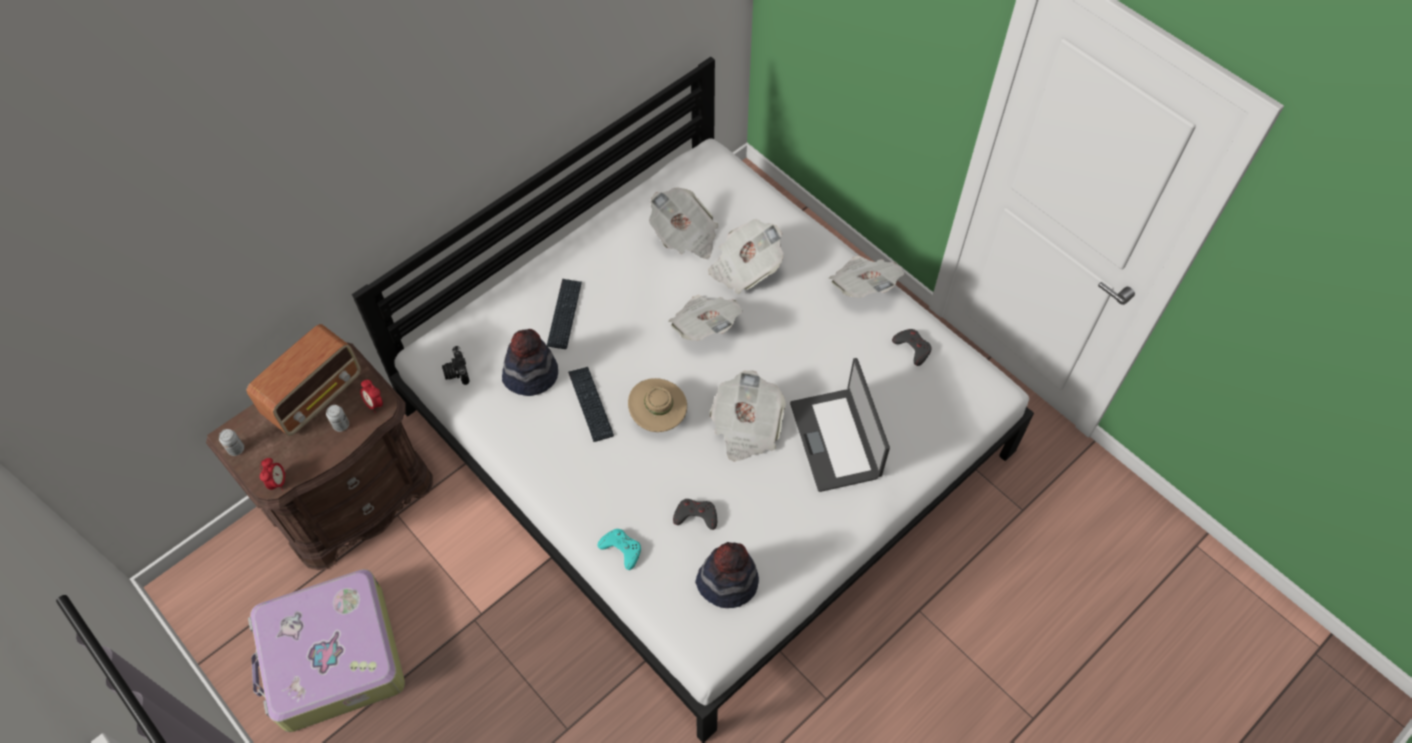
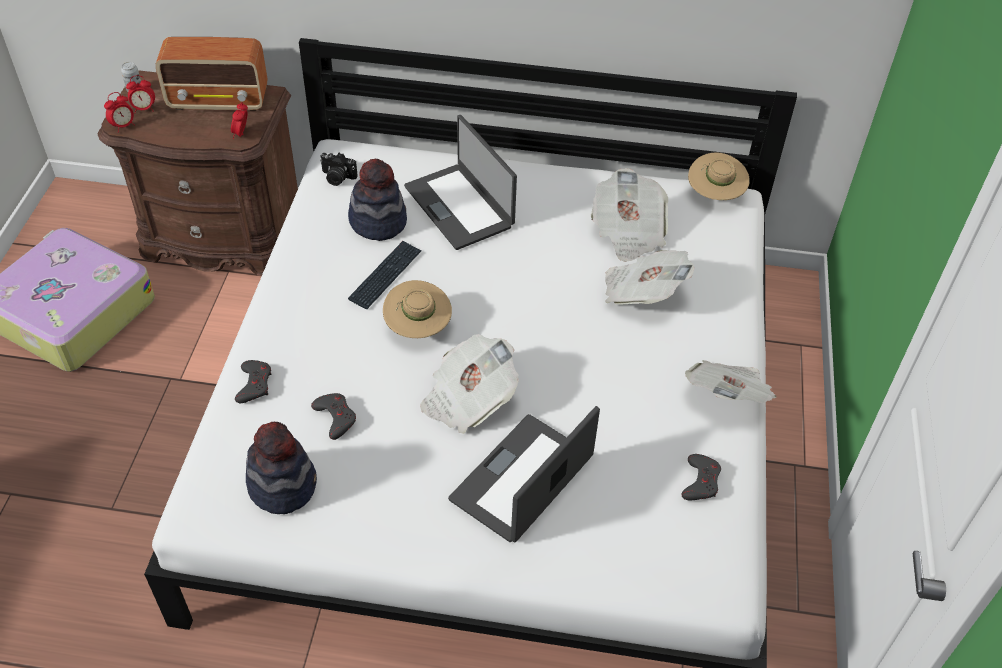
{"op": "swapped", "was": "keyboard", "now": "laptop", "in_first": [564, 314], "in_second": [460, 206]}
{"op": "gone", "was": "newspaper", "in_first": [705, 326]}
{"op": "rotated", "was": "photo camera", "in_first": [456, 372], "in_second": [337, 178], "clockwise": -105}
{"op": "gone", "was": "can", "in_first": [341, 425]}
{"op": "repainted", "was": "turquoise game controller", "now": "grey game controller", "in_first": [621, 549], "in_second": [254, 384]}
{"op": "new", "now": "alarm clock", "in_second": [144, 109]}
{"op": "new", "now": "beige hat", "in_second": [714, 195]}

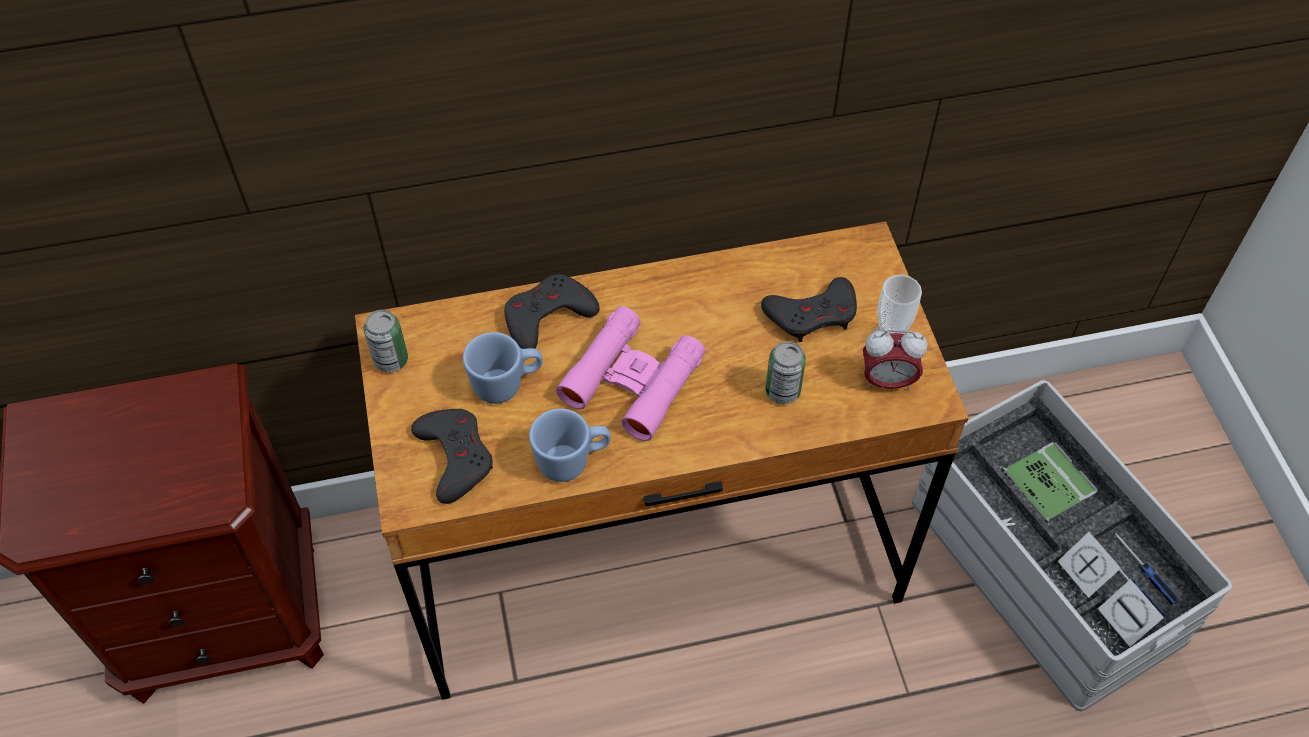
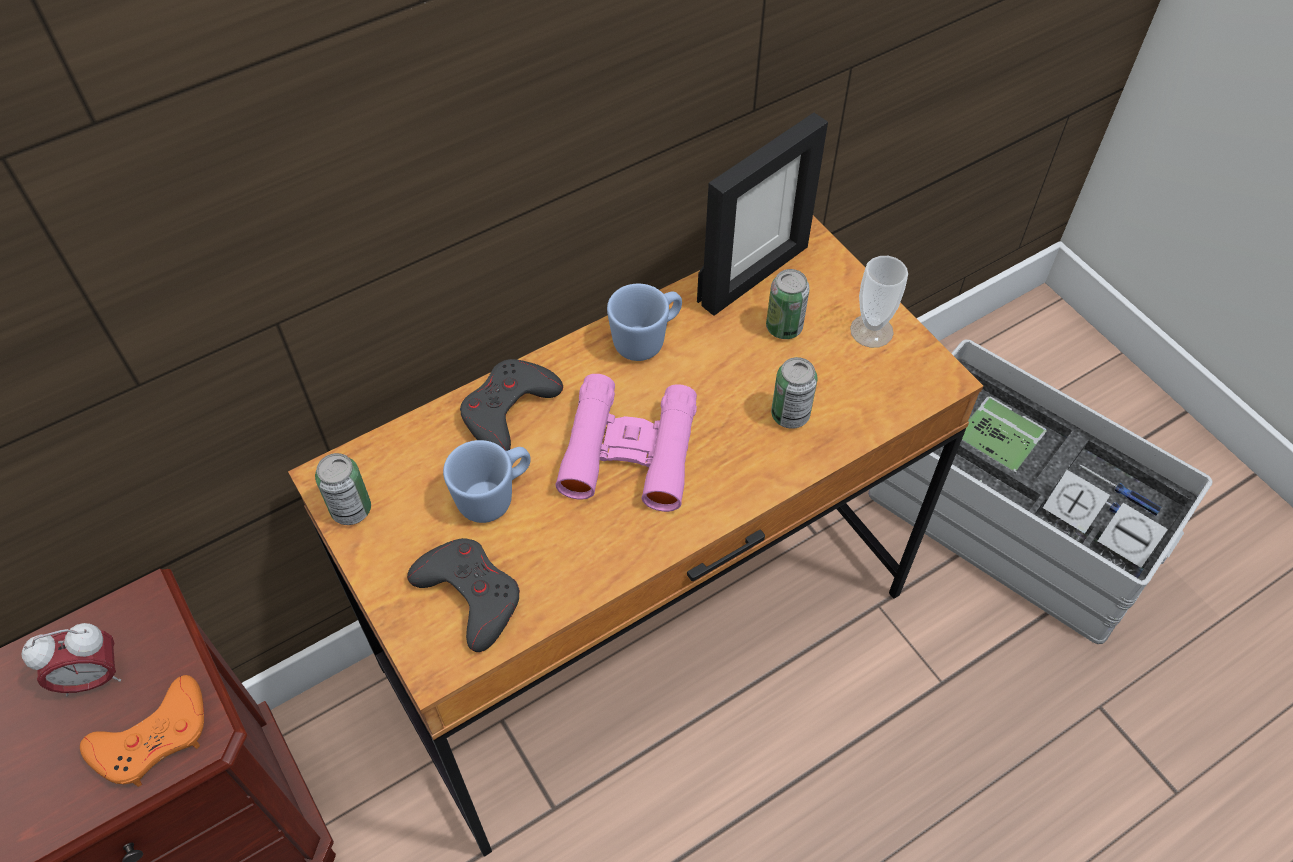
{"op": "swapped", "was": "grey game controller", "now": "can", "in_first": [812, 314], "in_second": [784, 327]}
{"op": "shifted", "was": "alarm clock", "in_first": [887, 381], "in_second": [93, 678]}
{"op": "shifted", "was": "blue mug", "in_first": [572, 461], "in_second": [647, 340]}
{"op": "new", "now": "picture frame", "in_second": [753, 274]}
{"op": "new", "now": "orange game controller", "in_second": [154, 738]}

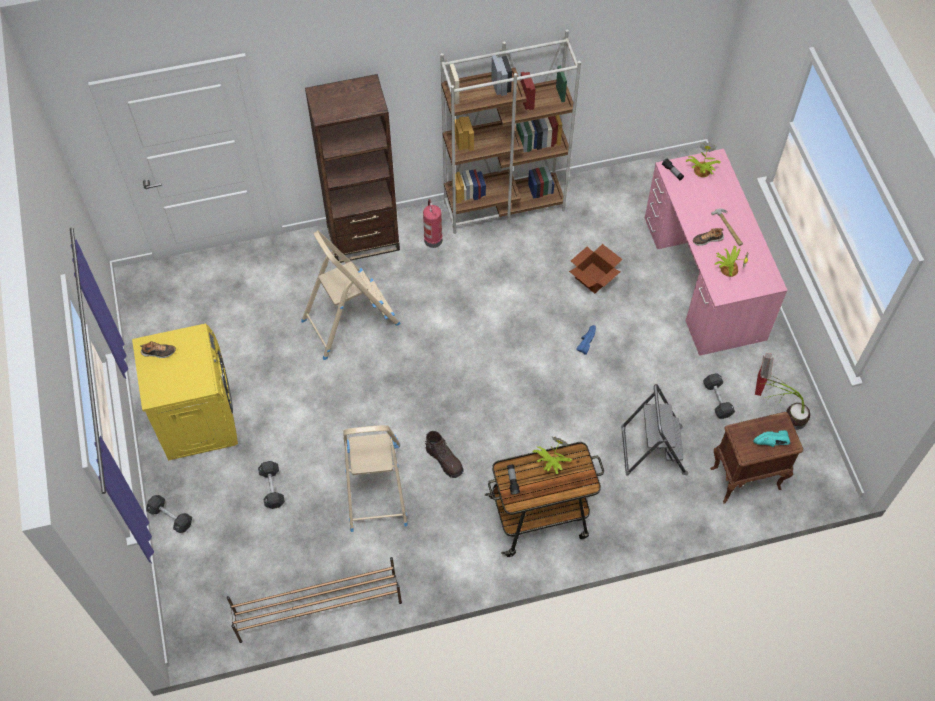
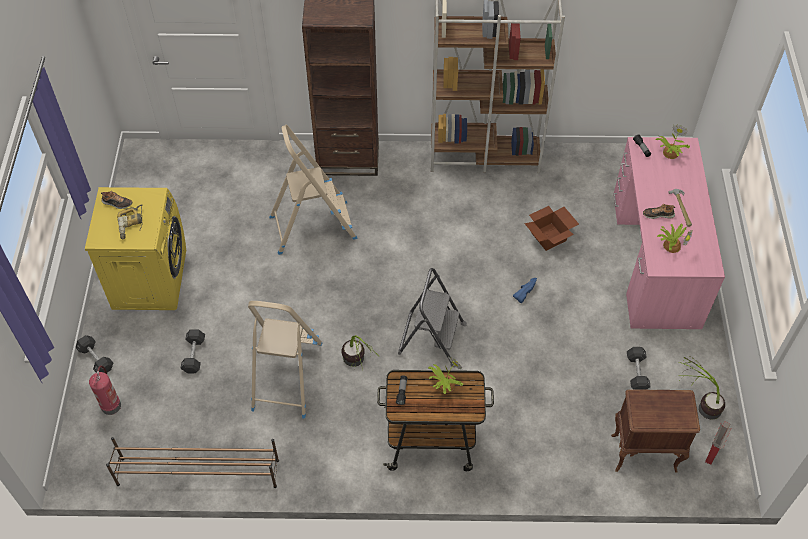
{"op": "shifted", "was": "fire extinguisher", "in_first": [432, 239], "in_second": [110, 404]}
{"op": "shifted", "was": "cardboard box", "in_first": [759, 384], "in_second": [712, 452]}
{"op": "shifted", "was": "grey step ladder", "in_first": [650, 449], "in_second": [429, 337]}
{"op": "gone", "was": "turquoise shoe", "in_first": [771, 443]}
{"op": "swapped", "was": "brown boot", "now": "potted plant", "in_first": [445, 460], "in_second": [358, 367]}
{"op": "new", "now": "power drill", "in_second": [132, 224]}

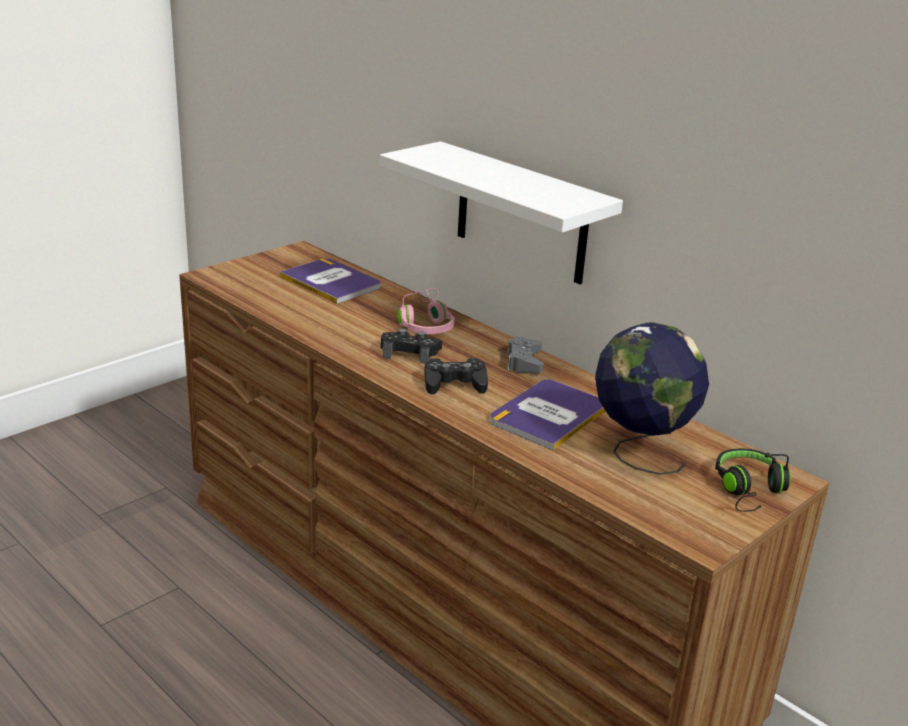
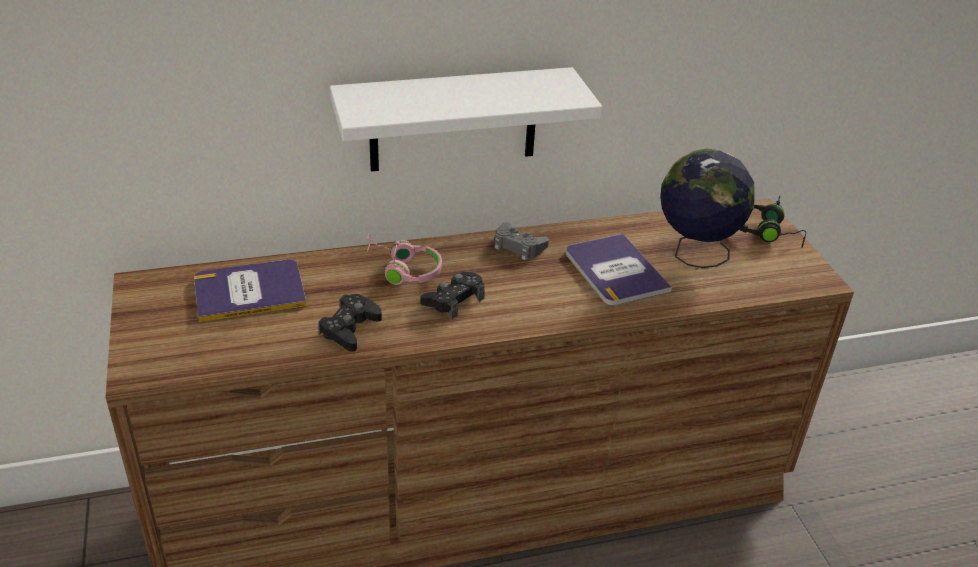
{"op": "shifted", "was": "black game controller", "in_first": [454, 384], "in_second": [350, 328]}

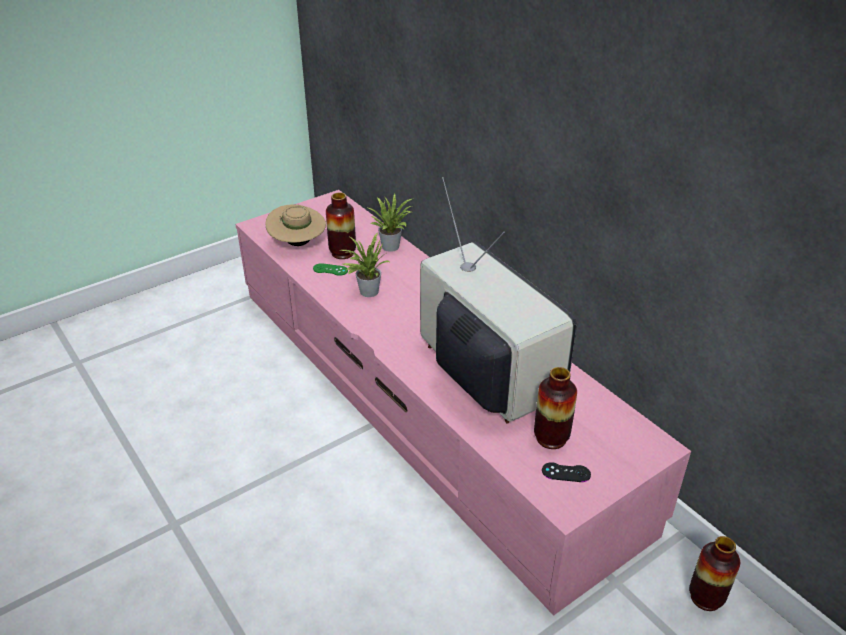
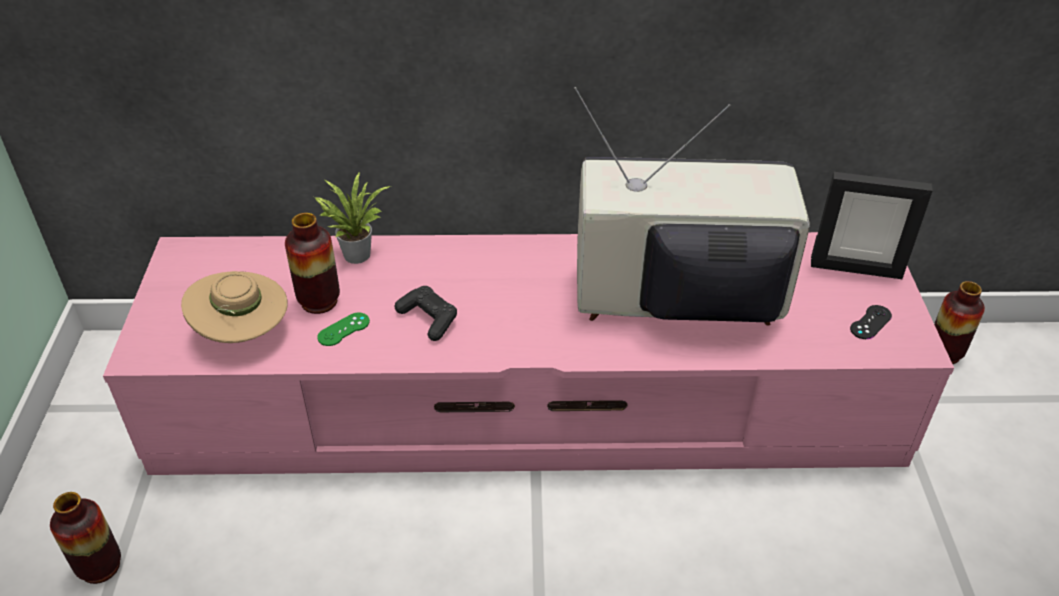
{"op": "swapped", "was": "potted plant", "now": "black game controller", "in_first": [366, 291], "in_second": [428, 319]}
{"op": "shifted", "was": "vase", "in_first": [551, 438], "in_second": [100, 567]}
{"op": "new", "now": "picture frame", "in_second": [856, 268]}

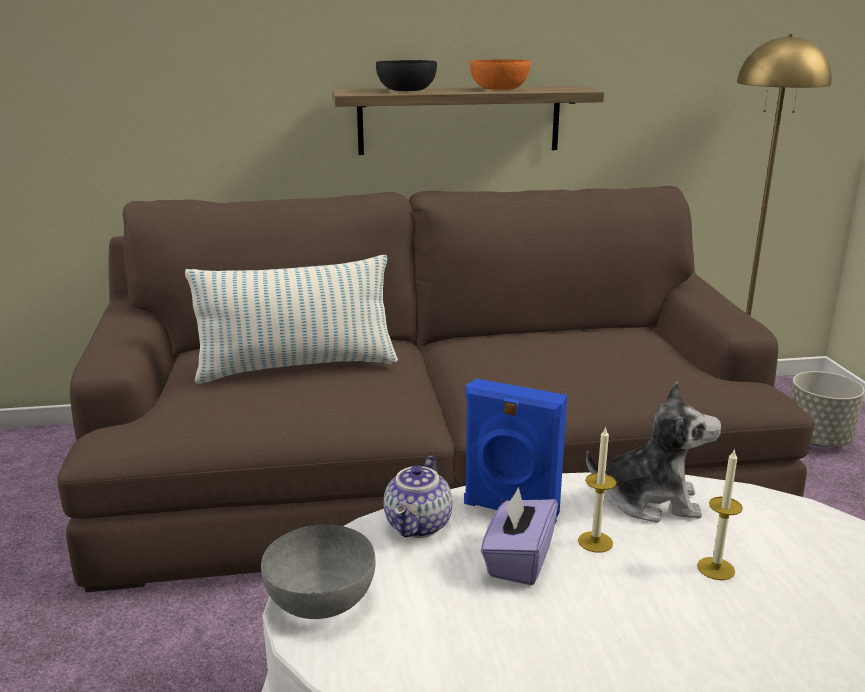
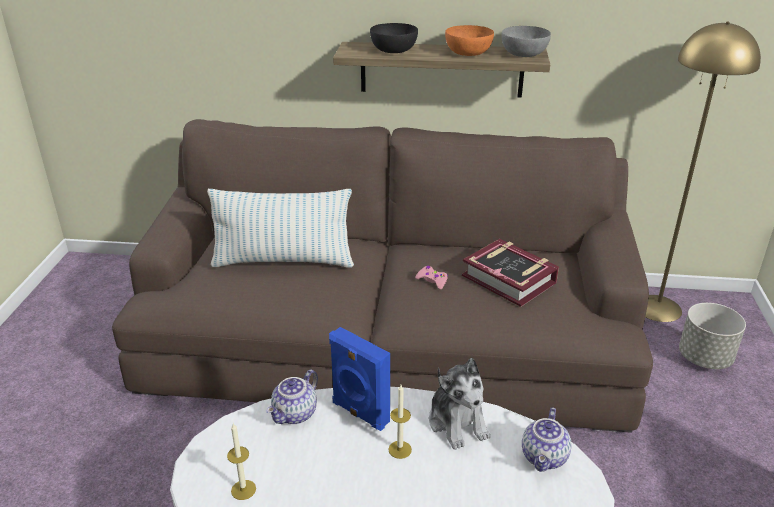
{"op": "rotated", "was": "plush toy", "in_first": [650, 500], "in_second": [457, 423], "clockwise": 45}
{"op": "shifted", "was": "candle", "in_first": [715, 568], "in_second": [243, 490]}
{"op": "gone", "was": "purple tissue box", "in_first": [518, 560]}
{"op": "shifted", "was": "grey bowl", "in_first": [322, 599], "in_second": [524, 54]}
{"op": "new", "now": "book", "in_second": [509, 279]}
{"op": "new", "now": "pink game controller", "in_second": [432, 280]}
{"op": "new", "now": "teapot", "in_second": [545, 458]}

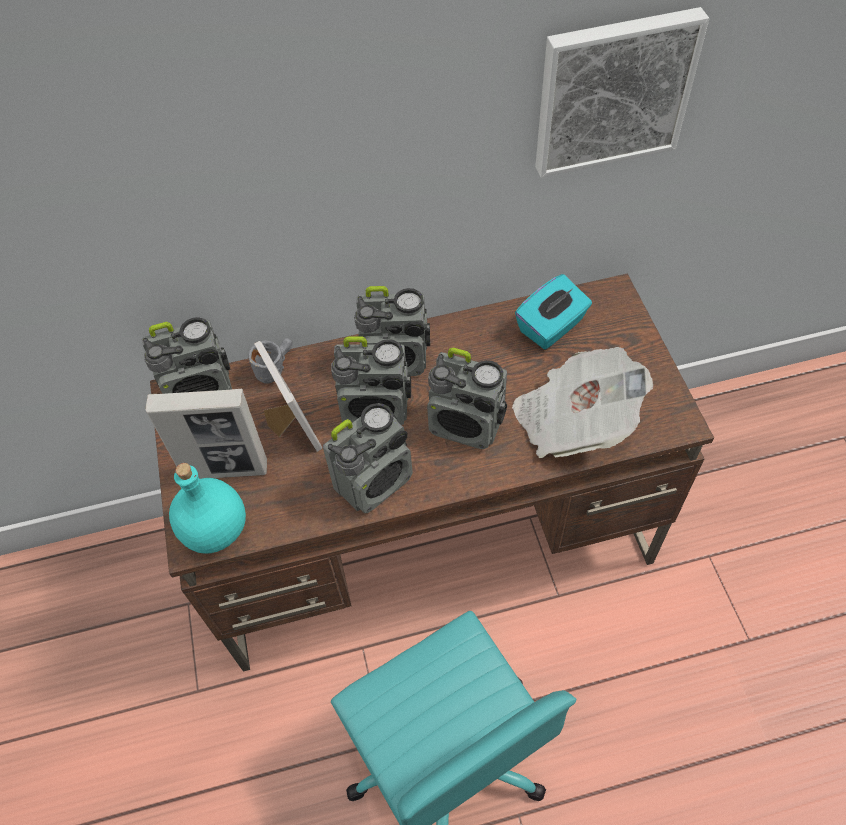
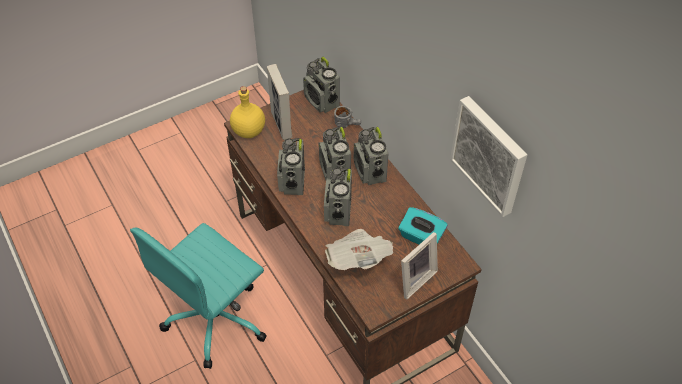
{"op": "shifted", "was": "picture frame", "in_first": [290, 428], "in_second": [414, 279]}
{"op": "rotated", "was": "radio", "in_first": [375, 481], "in_second": [292, 182], "clockwise": 60}
{"op": "repainted", "was": "turquoise bottle", "now": "yellow bottle", "in_first": [217, 530], "in_second": [249, 131]}

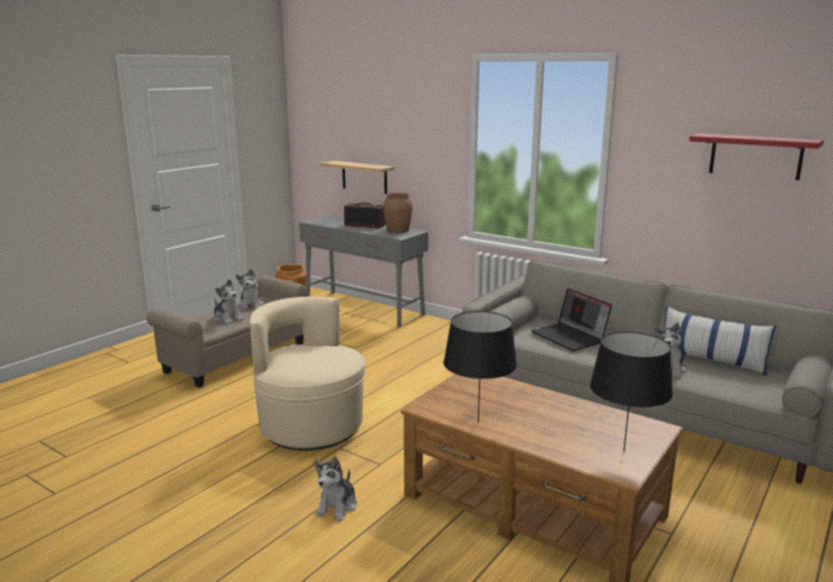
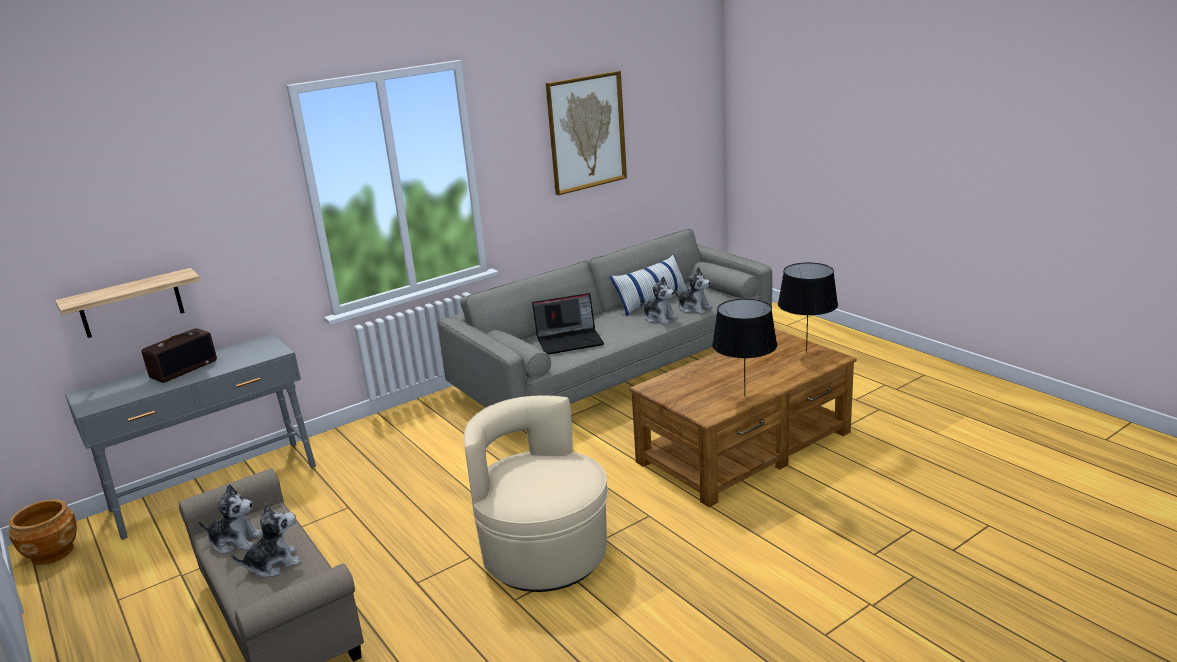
{"op": "swapped", "was": "red shelf", "now": "picture", "in_first": [755, 156], "in_second": [586, 132]}
{"op": "gone", "was": "brown vase", "in_first": [397, 230]}
{"op": "rotated", "was": "beige armchair", "in_first": [312, 426], "in_second": [546, 555], "clockwise": 75}
{"op": "shifted", "was": "plush toy", "in_first": [337, 506], "in_second": [694, 308]}

